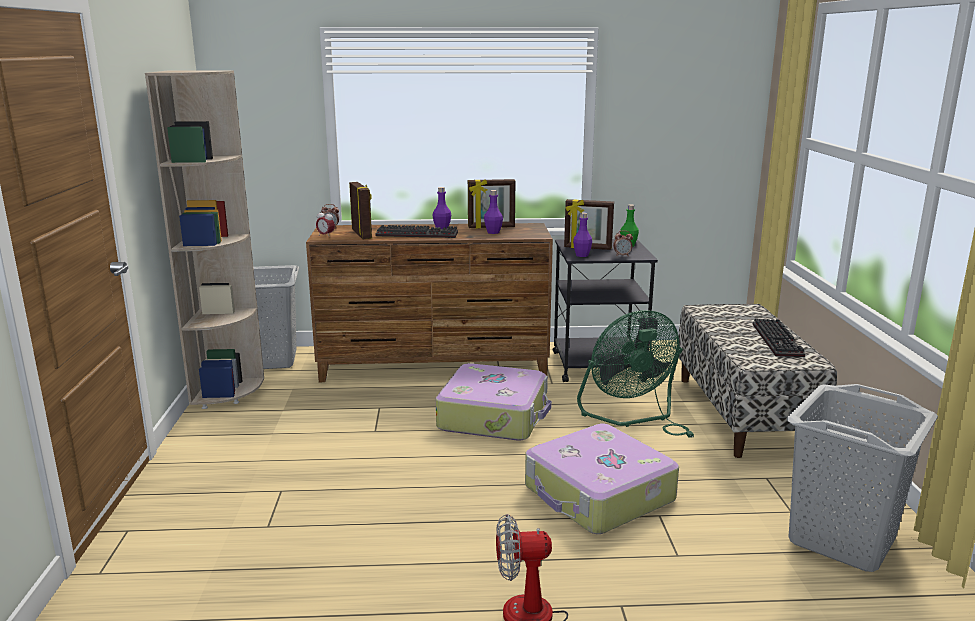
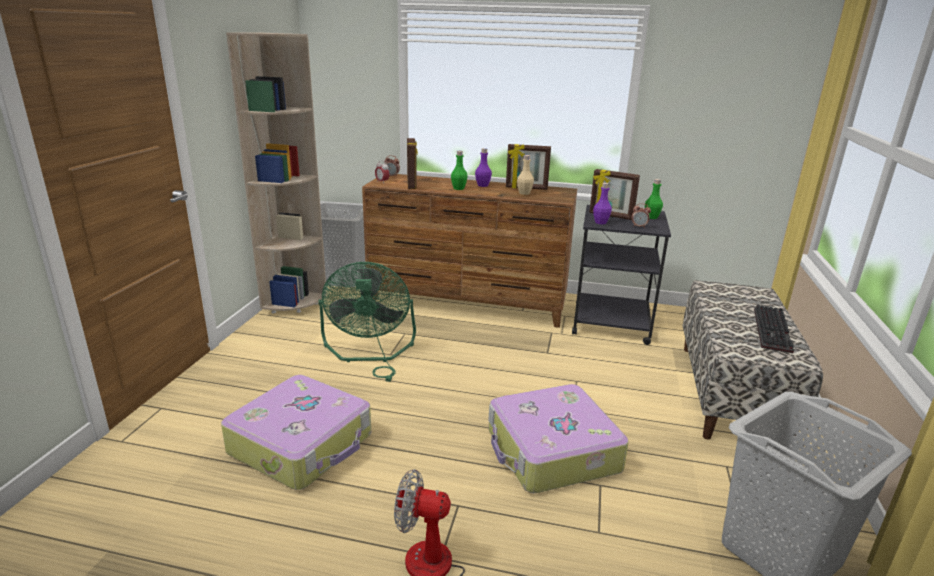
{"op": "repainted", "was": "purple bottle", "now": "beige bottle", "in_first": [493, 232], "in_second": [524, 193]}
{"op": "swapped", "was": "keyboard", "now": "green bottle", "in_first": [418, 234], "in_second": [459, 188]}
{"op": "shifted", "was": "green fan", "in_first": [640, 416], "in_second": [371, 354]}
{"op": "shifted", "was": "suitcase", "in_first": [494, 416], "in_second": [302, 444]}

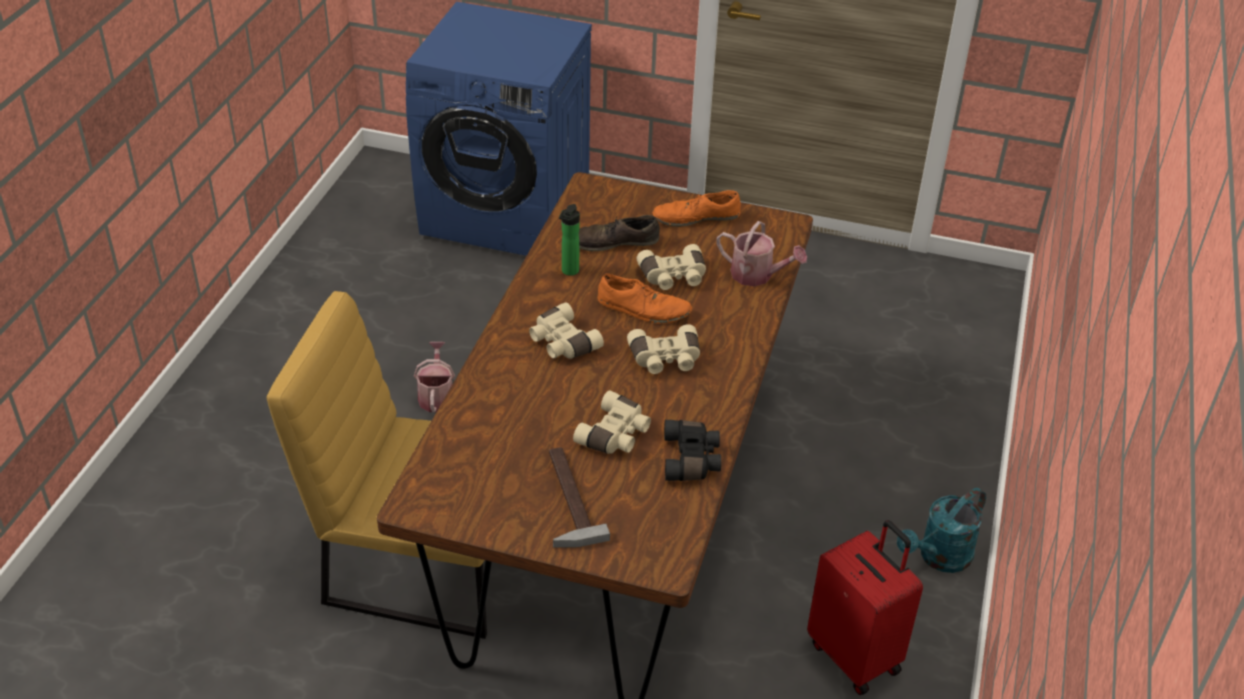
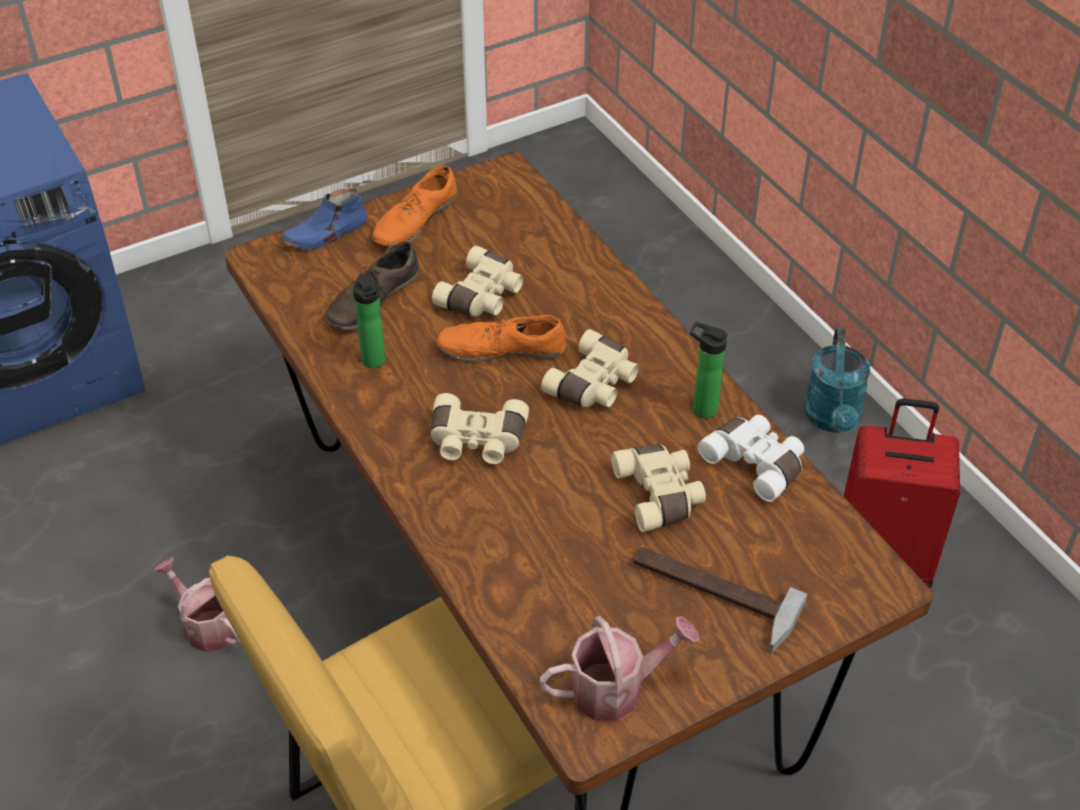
{"op": "shifted", "was": "watering can", "in_first": [757, 275], "in_second": [616, 688]}
{"op": "rotated", "was": "orange shoe", "in_first": [643, 309], "in_second": [501, 348], "clockwise": -150}
{"op": "repainted", "was": "black binoculars", "now": "white binoculars", "in_first": [692, 459], "in_second": [756, 463]}
{"op": "new", "now": "blue shoe", "in_second": [325, 234]}
{"op": "new", "now": "bottle", "in_second": [701, 408]}

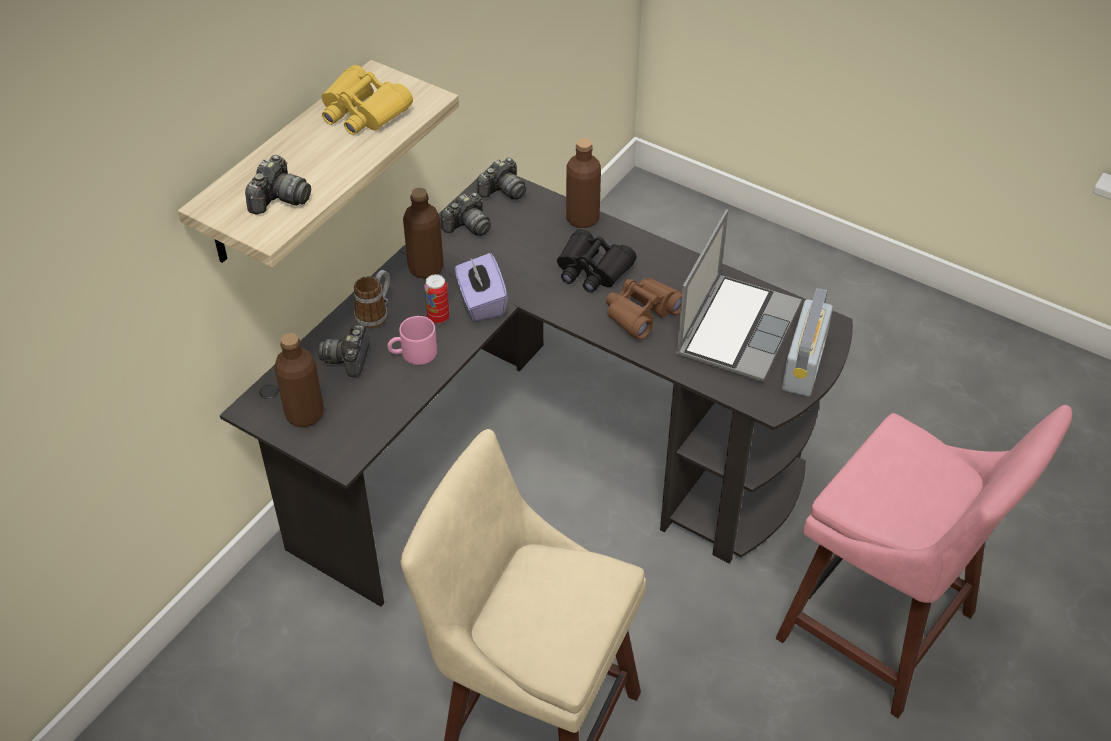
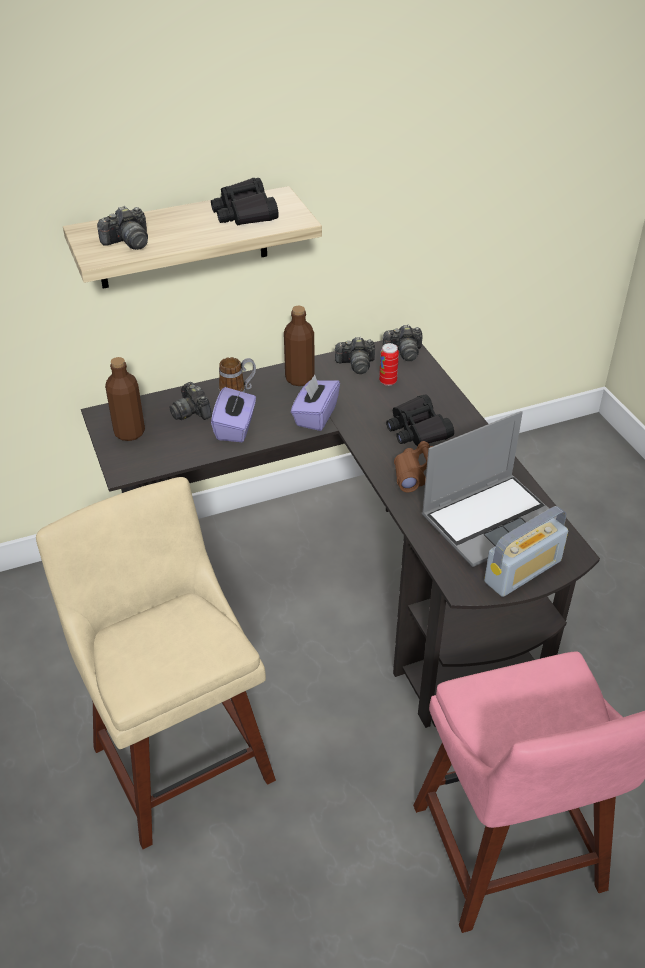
{"op": "repainted", "was": "yellow binoculars", "now": "black binoculars", "in_first": [363, 112], "in_second": [244, 213]}
{"op": "gone", "was": "brown bottle", "in_first": [582, 218]}
{"op": "shifted", "was": "can", "in_first": [438, 317], "in_second": [388, 381]}
{"op": "swapped", "was": "pink mug", "now": "purple tissue box", "in_first": [413, 354], "in_second": [235, 428]}
{"op": "rotated", "was": "photo camera", "in_first": [348, 359], "in_second": [191, 412], "clockwise": -75}

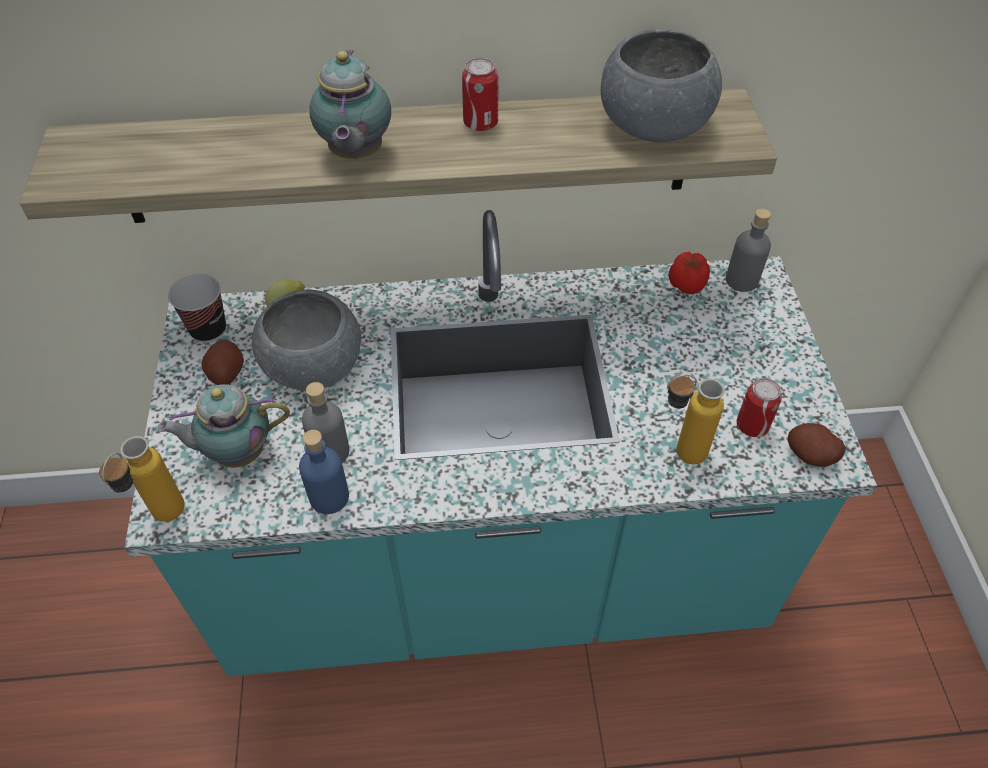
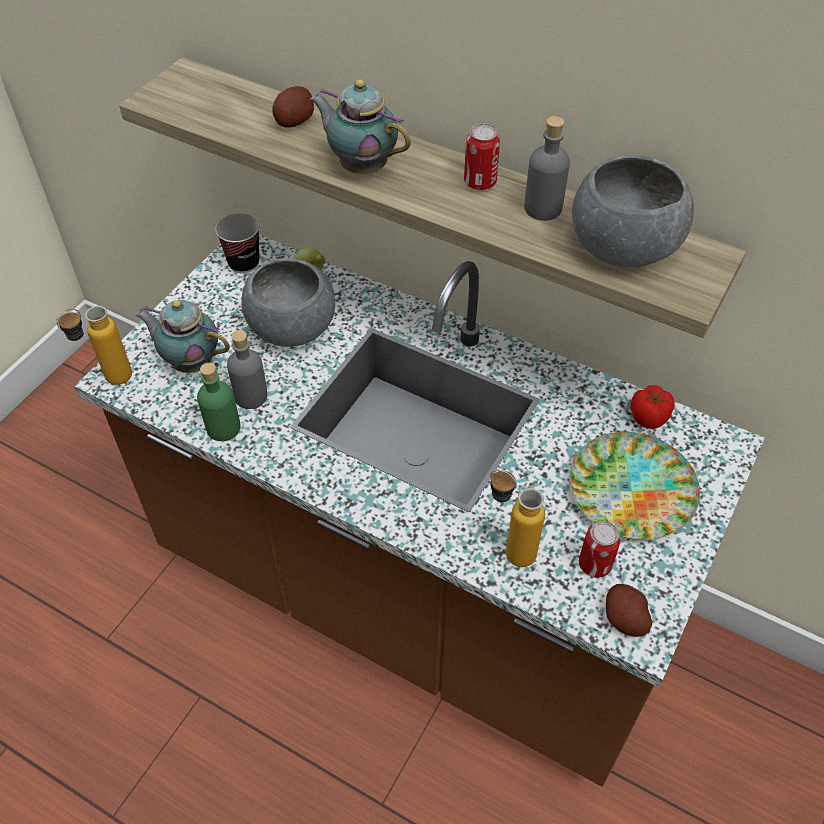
{"op": "rotated", "was": "teapot", "in_first": [355, 155], "in_second": [361, 166], "clockwise": 90}
{"op": "shifted", "was": "grey bottle", "in_first": [742, 280], "in_second": [543, 208]}
{"op": "repainted", "was": "turquoise counter", "now": "brown counter", "in_first": [494, 572], "in_second": [412, 594]}
{"op": "shifted", "was": "potato", "in_first": [226, 373], "in_second": [294, 120]}
{"op": "repainted", "was": "blue bottle", "now": "green bottle", "in_first": [329, 497], "in_second": [223, 428]}
{"op": "new", "now": "plate", "in_second": [630, 490]}

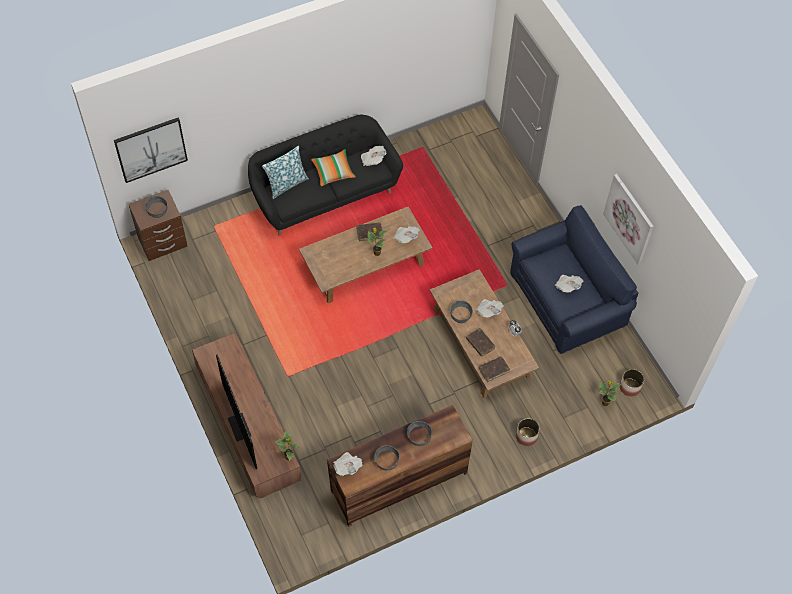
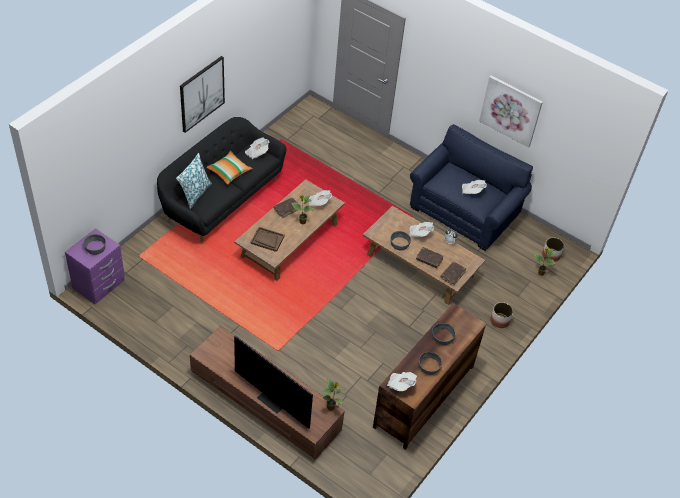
{"op": "shifted", "was": "picture", "in_first": [151, 149], "in_second": [202, 94]}
{"op": "repainted", "was": "brown nightstand", "now": "purple nightstand", "in_first": [162, 242], "in_second": [99, 285]}
{"op": "new", "now": "brown tray", "in_second": [267, 240]}

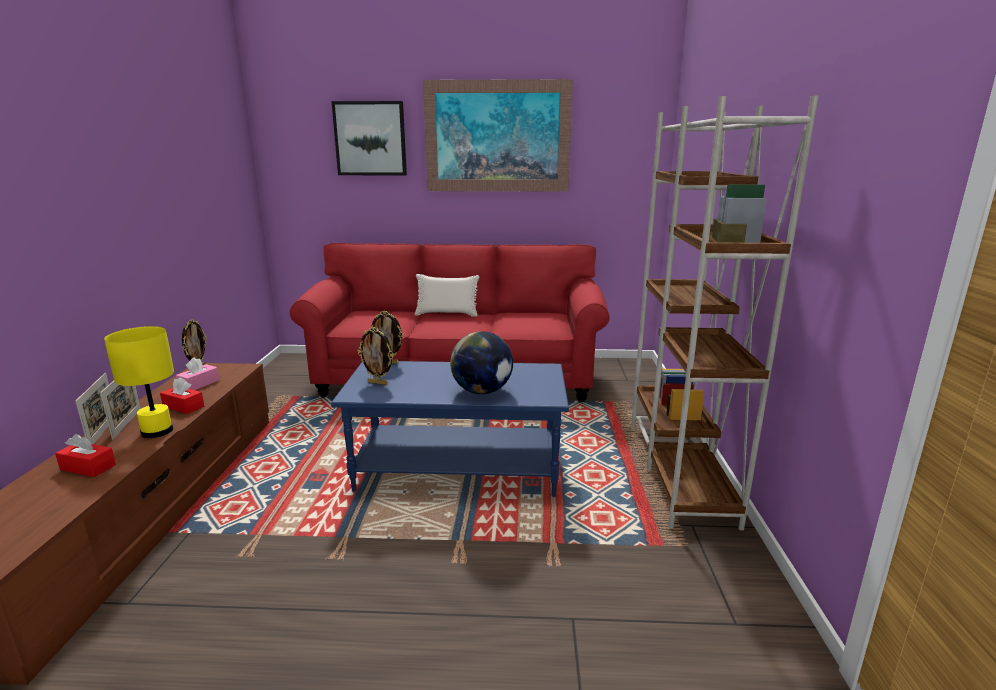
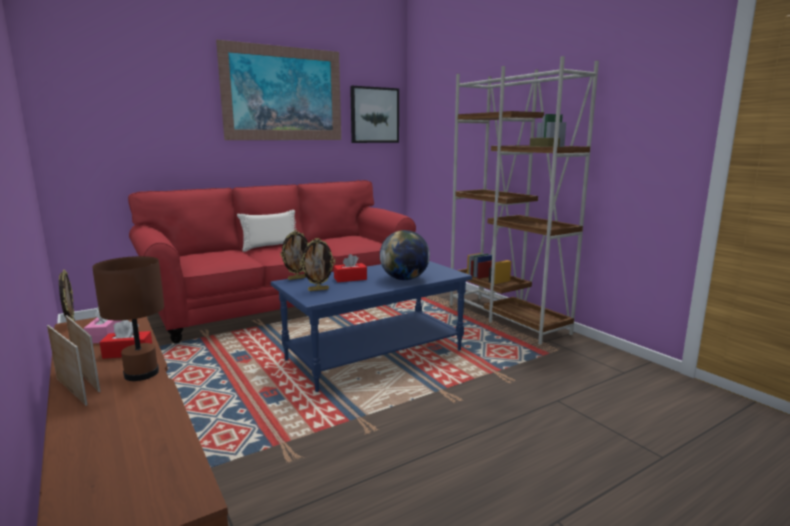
{"op": "shifted", "was": "picture", "in_first": [370, 139], "in_second": [374, 115]}
{"op": "repainted", "was": "yellow table lamp", "now": "brown table lamp", "in_first": [156, 431], "in_second": [140, 374]}
{"op": "shifted", "was": "red tissue box", "in_first": [88, 467], "in_second": [350, 279]}

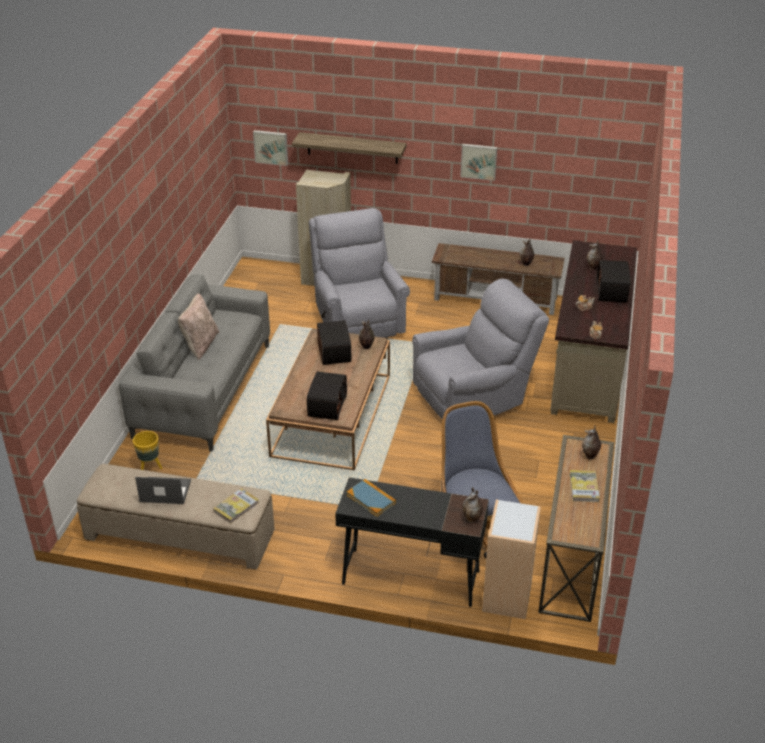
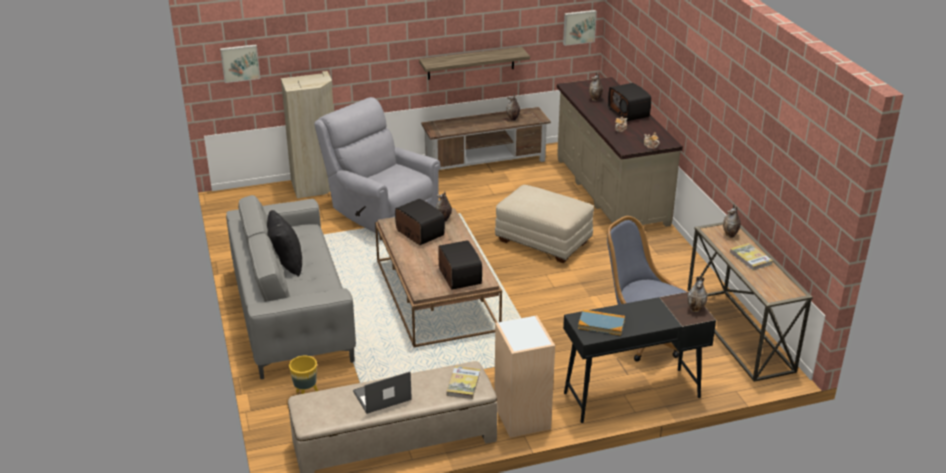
{"op": "shifted", "was": "shelf", "in_first": [352, 148], "in_second": [471, 63]}
{"op": "shifted", "was": "picture", "in_first": [479, 161], "in_second": [579, 27]}
{"op": "swapped", "was": "grey armchair", "now": "beige ottoman", "in_first": [474, 397], "in_second": [543, 241]}
{"op": "repainted", "was": "beige pillow", "now": "black pillow", "in_first": [200, 344], "in_second": [286, 263]}
{"op": "shifted", "was": "bookcase", "in_first": [506, 596], "in_second": [522, 417]}

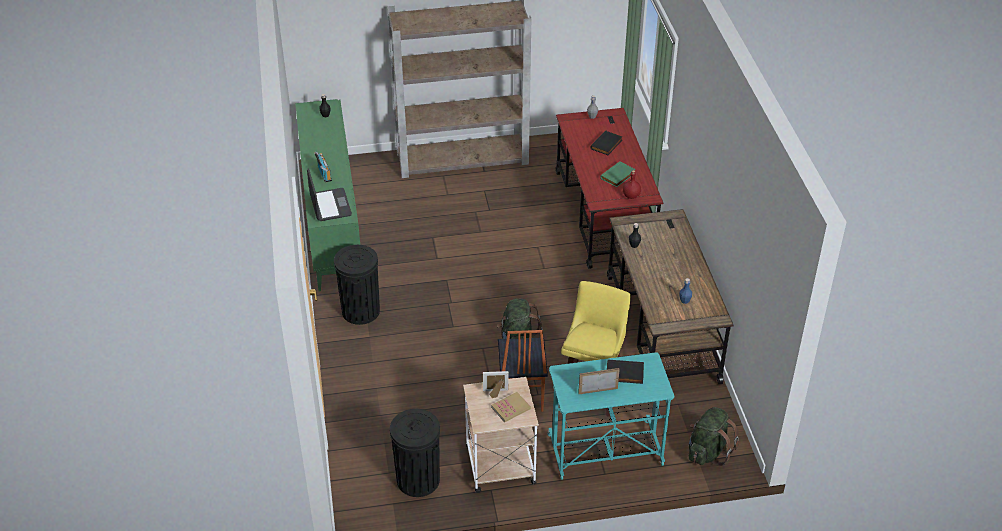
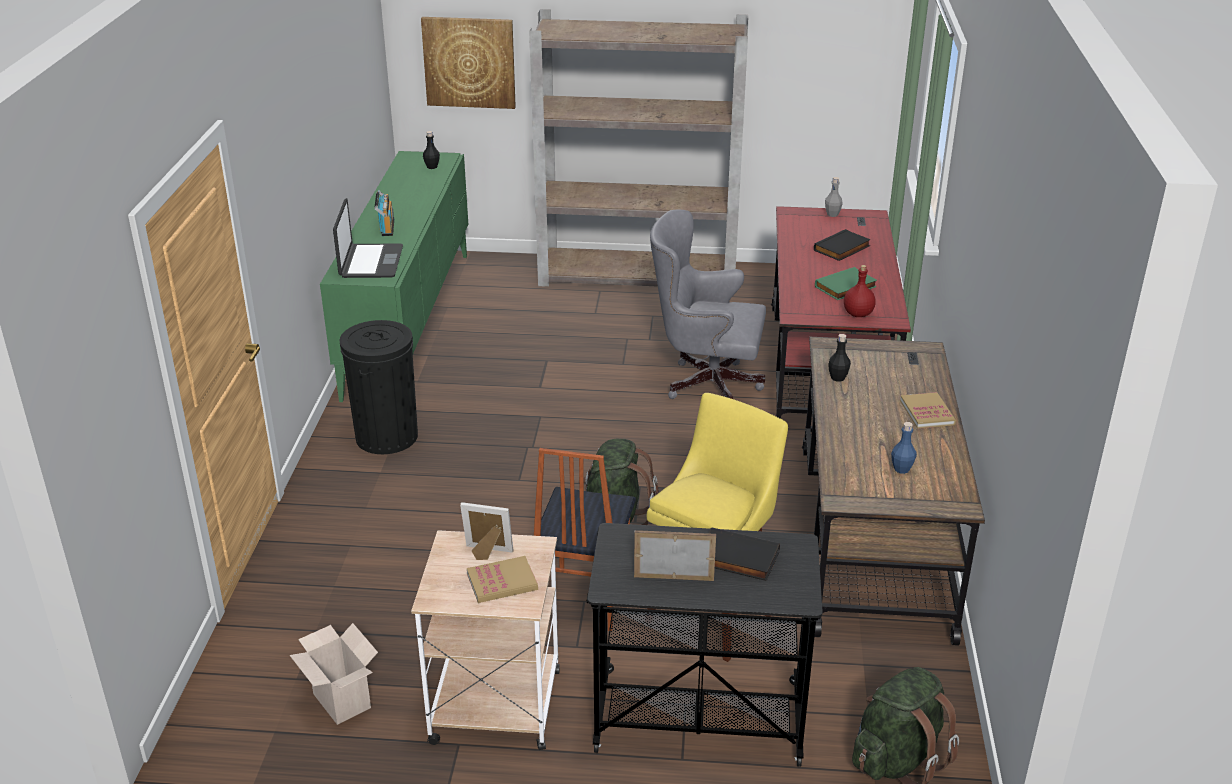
{"op": "repainted", "was": "turquoise desk", "now": "black desk", "in_first": [605, 450], "in_second": [698, 717]}
{"op": "swapped", "was": "black trash can", "now": "cardboard box", "in_first": [418, 480], "in_second": [339, 700]}
{"op": "new", "now": "picture", "in_second": [469, 62]}
{"op": "new", "now": "grey office chair", "in_second": [706, 384]}
{"op": "new", "now": "book", "in_second": [927, 412]}

